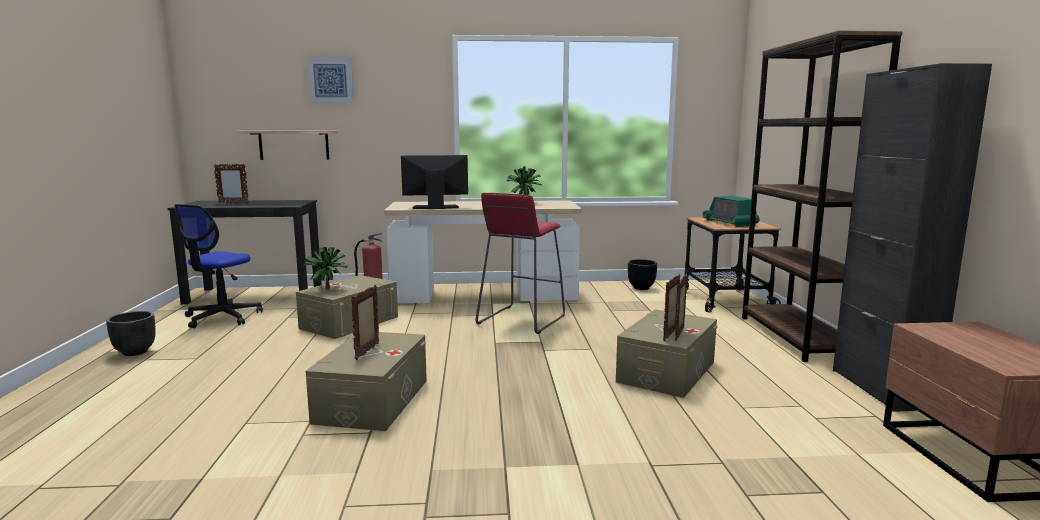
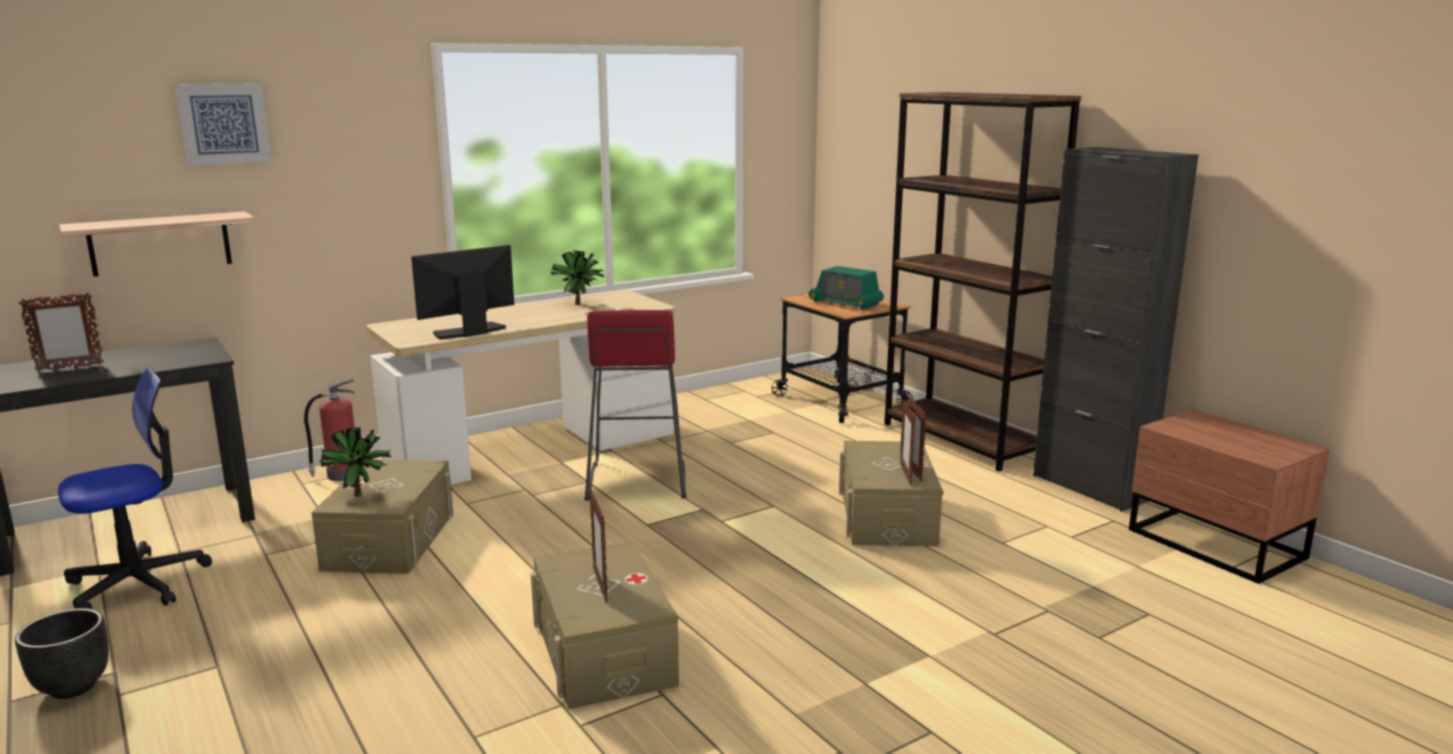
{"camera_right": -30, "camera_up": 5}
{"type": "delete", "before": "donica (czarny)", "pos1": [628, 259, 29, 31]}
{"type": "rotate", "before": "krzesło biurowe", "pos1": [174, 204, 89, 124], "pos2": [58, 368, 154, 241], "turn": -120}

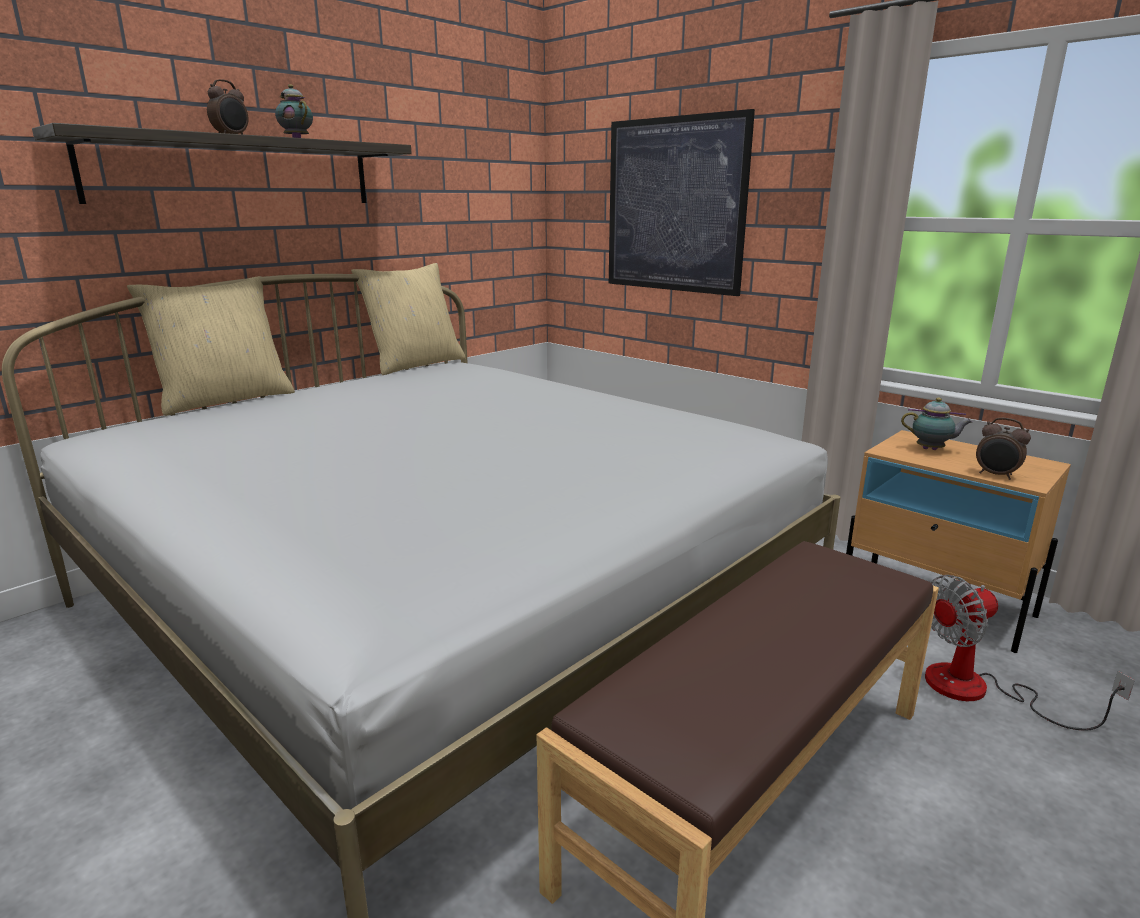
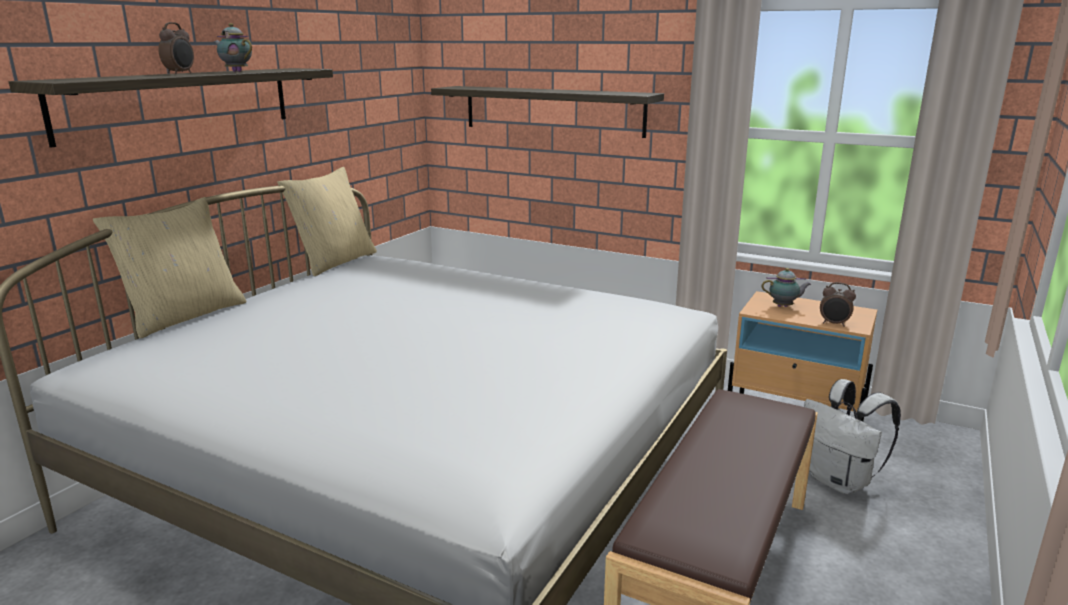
{"camera_right": -15, "camera_up": 0}
{"type": "replace", "before": "obraz", "after": "półka", "pos1": [609, 109, 146, 187], "pos2": [431, 86, 233, 52]}
{"type": "replace", "before": "wentylator", "after": "plecak (biały)", "pos1": [925, 575, 210, 156], "pos2": [804, 379, 97, 115]}

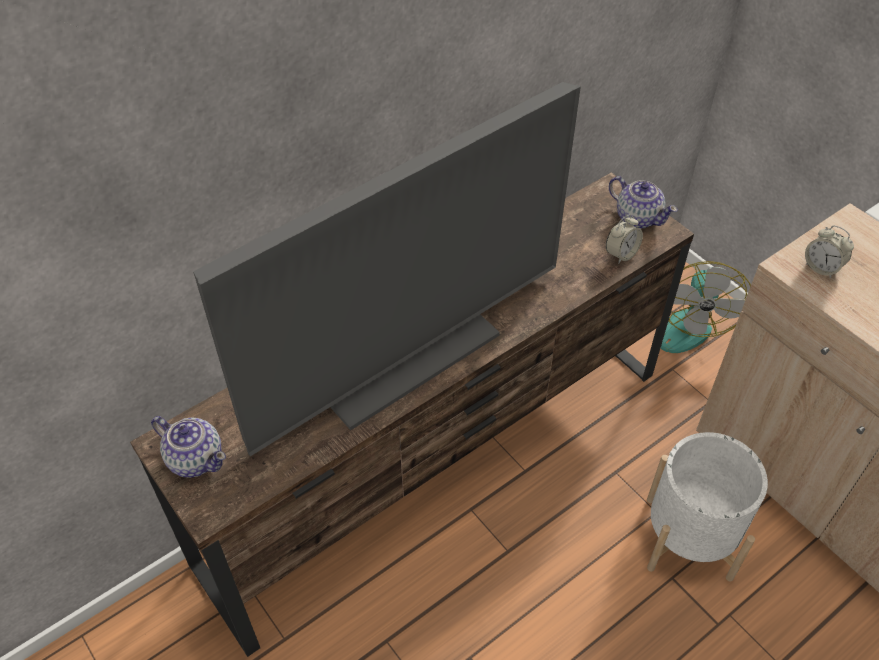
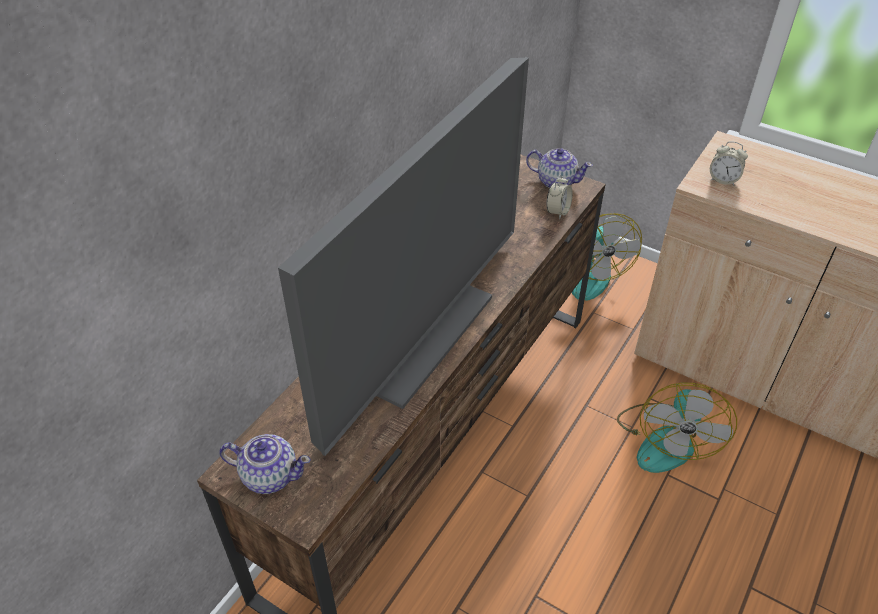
{"camera_right": -20, "camera_up": -5}
{"type": "replace", "before": "donica (biały)", "after": "wentylator", "pos1": [647, 432, 121, 150], "pos2": [617, 383, 120, 90]}

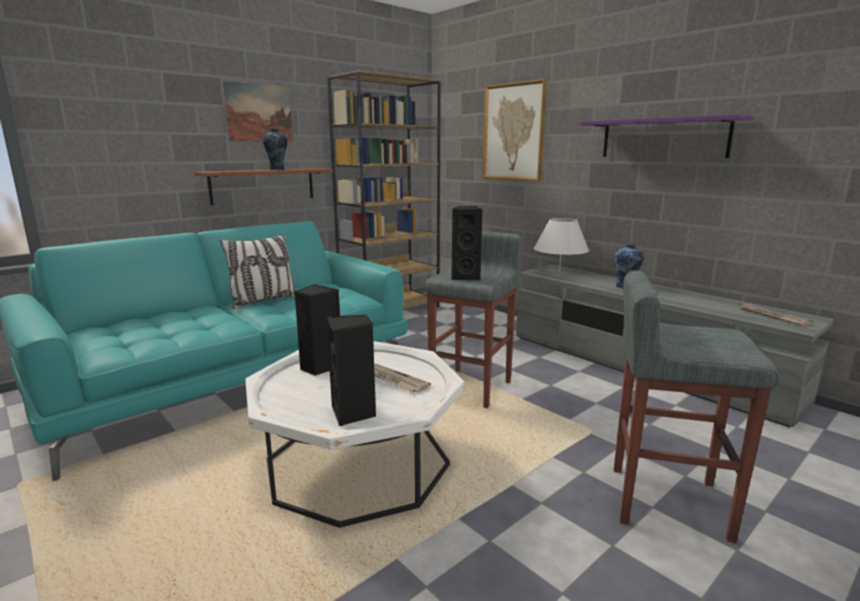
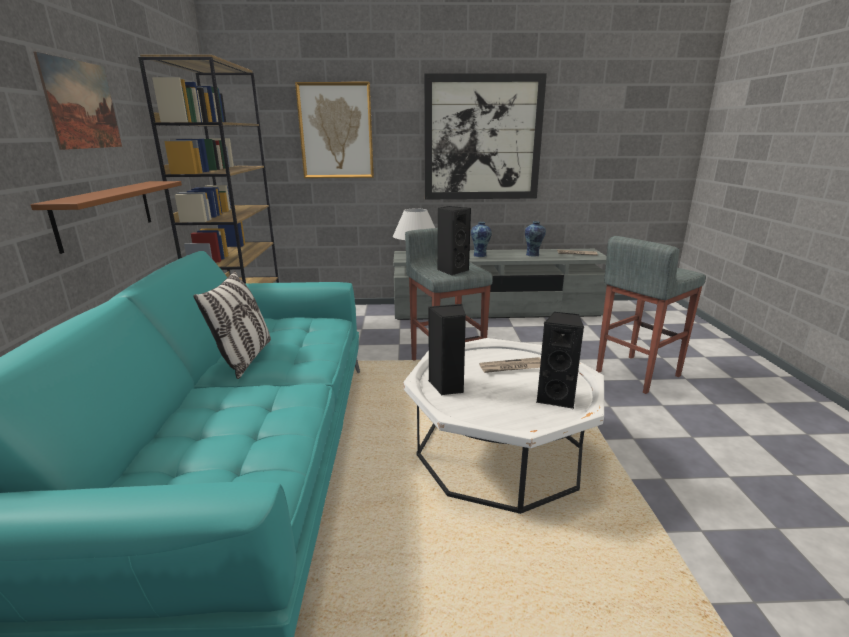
{"camera_right": -50, "camera_up": 5}
{"type": "move", "before": "wazon", "pos1": [262, 129, 25, 41], "pos2": [525, 221, 21, 36]}
{"type": "replace", "before": "półka (fioletowy)", "after": "obraz", "pos1": [580, 114, 172, 44], "pos2": [424, 73, 123, 127]}

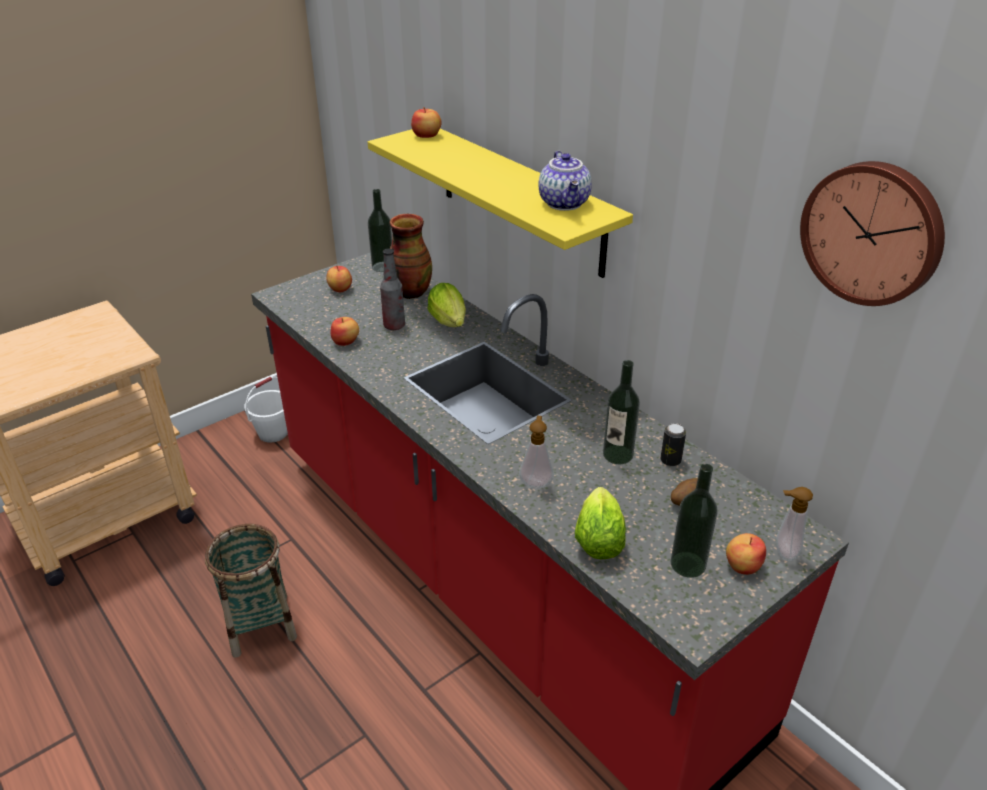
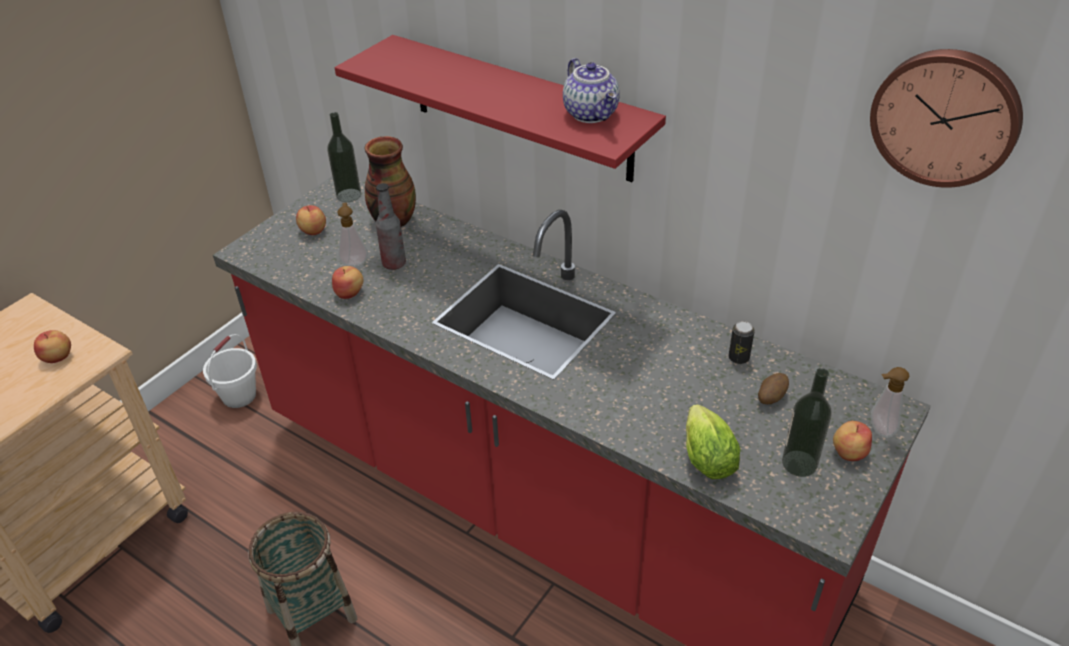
{"camera_right": -15, "camera_up": 5}
{"type": "delete", "before": "sałata", "pos1": [428, 283, 38, 44]}
{"type": "delete", "before": "butelka", "pos1": [603, 360, 37, 104]}
{"type": "move", "before": "jabłko", "pos1": [411, 107, 31, 31], "pos2": [34, 330, 37, 33]}
{"type": "move", "before": "dozownik mydła", "pos1": [519, 416, 35, 72], "pos2": [337, 203, 31, 64]}
{"type": "recolor", "before": "półka (żółty)", "after": "półka (czerwony)", "pos1": [368, 129, 265, 149], "pos2": [335, 35, 331, 147]}

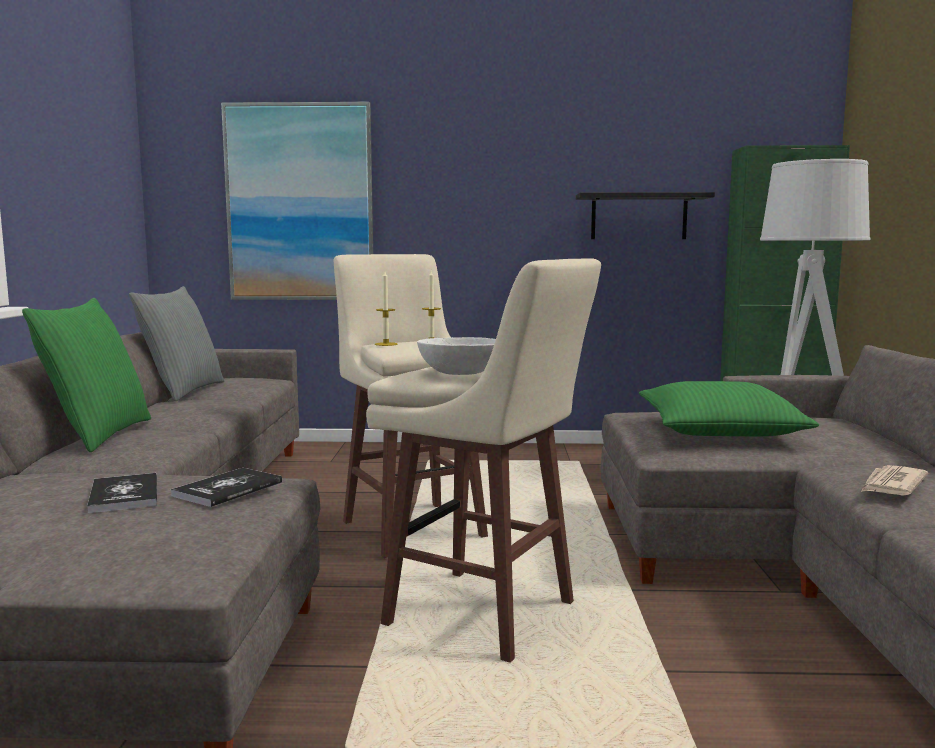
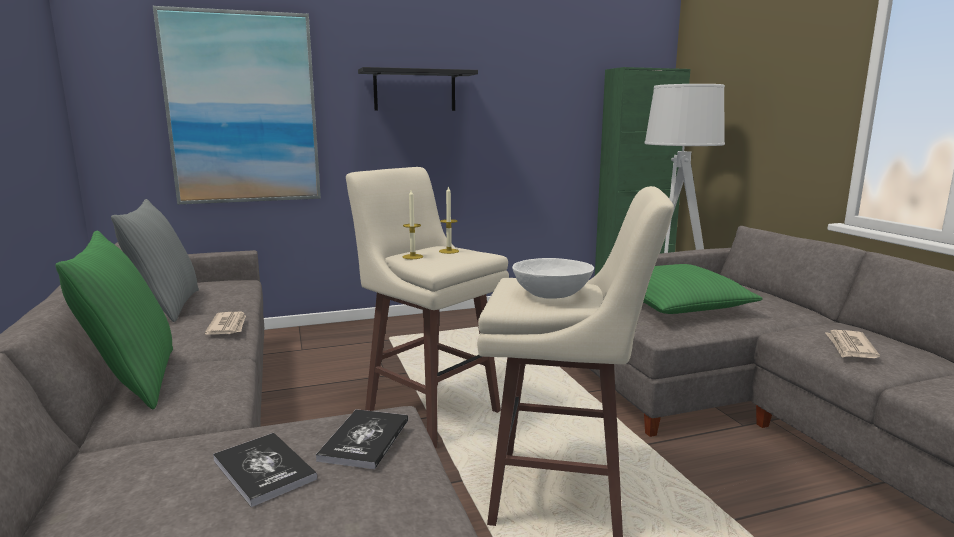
{"camera_right": -20, "camera_up": 5}
{"type": "insert", "after": "gazeta", "pos2": [205, 312, 41, 23]}
{"type": "move", "before": "półka (czarny)", "pos1": [576, 192, 139, 47], "pos2": [358, 67, 120, 44]}

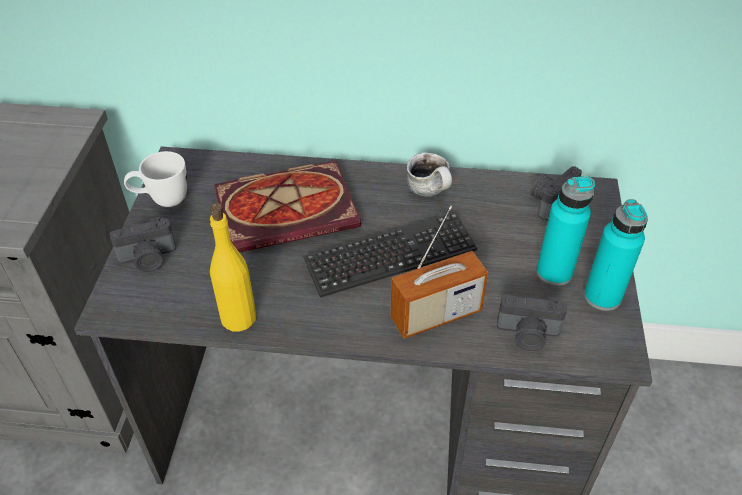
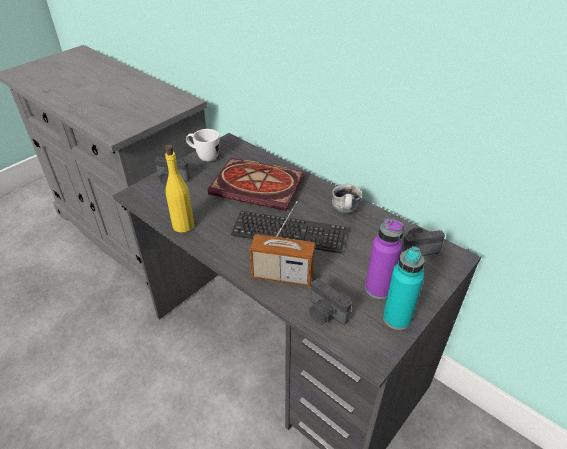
{"camera_right": 35, "camera_up": -5}
{"type": "recolor", "before": "butelka (turkusowy)", "after": "butelka (fioletowy)", "pos1": [536, 177, 59, 109], "pos2": [365, 218, 39, 81]}

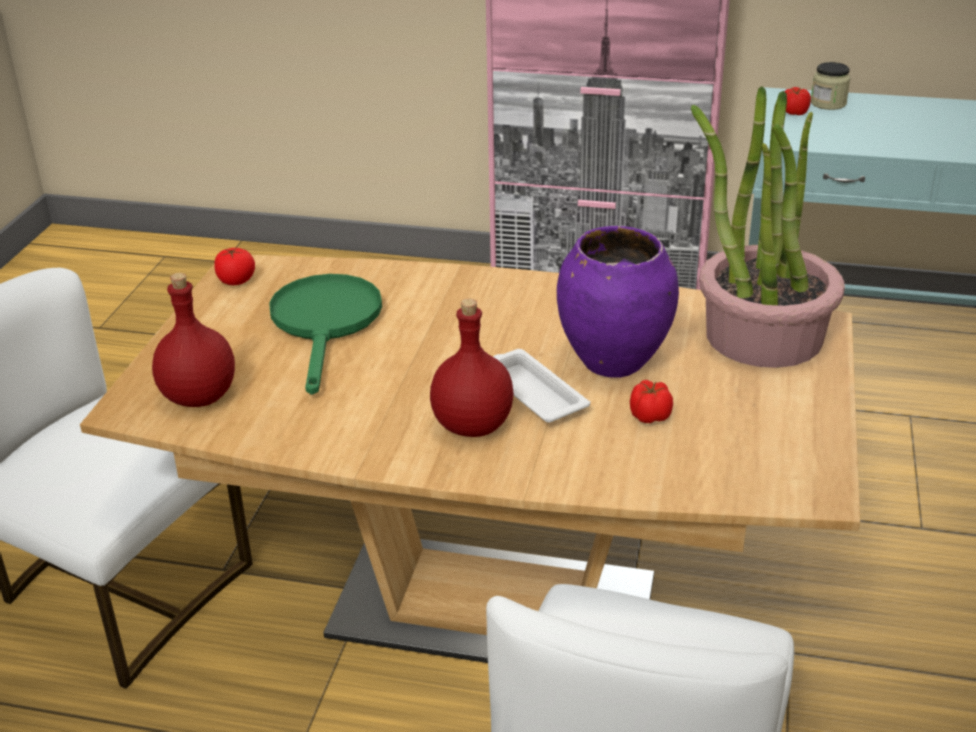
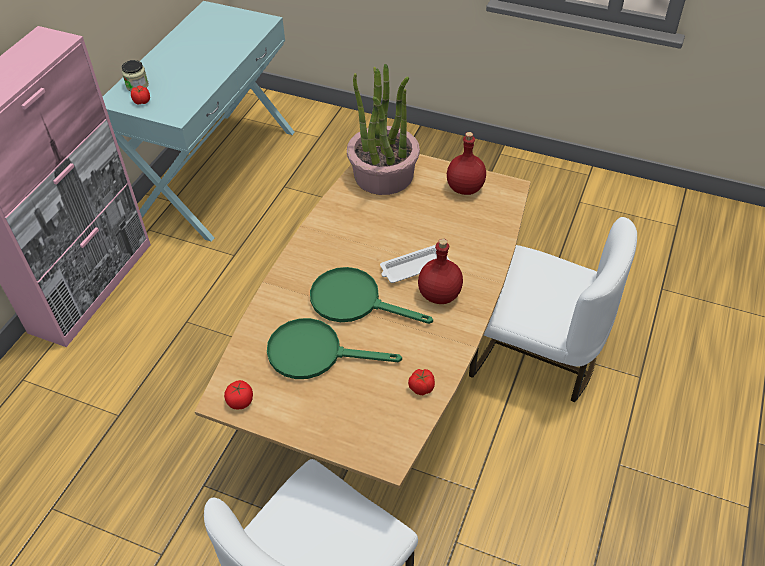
{"camera_right": -80, "camera_up": 15}
{"type": "delete", "before": "wazon (fioletowy)", "pos1": [557, 226, 122, 152]}
{"type": "insert", "after": "patelnia (zielony)", "pos2": [310, 267, 123, 57]}
{"type": "move", "before": "butelka (czerwony)", "pos1": [152, 273, 83, 134], "pos2": [447, 132, 39, 63]}
{"type": "move", "before": "pomidor", "pos1": [630, 380, 43, 43], "pos2": [408, 369, 27, 26]}

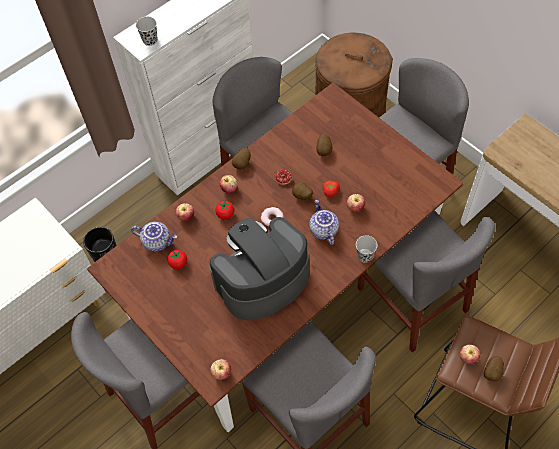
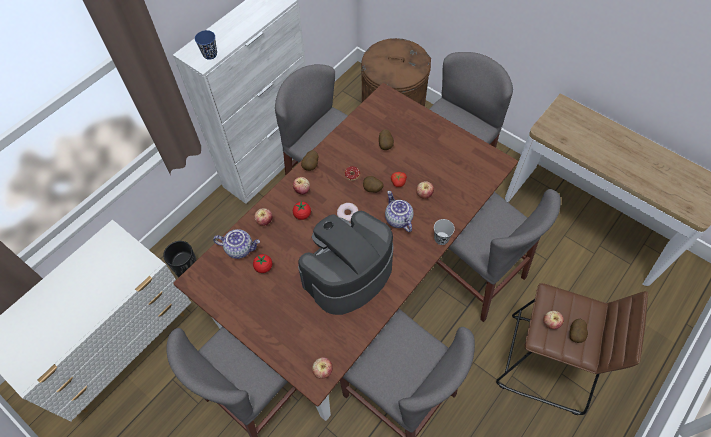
{"camera_right": -10, "camera_up": 0}
{"type": "recolor", "before": "filiżanka (czarny)", "after": "filiżanka (niebieski)", "pos1": [136, 17, 22, 29], "pos2": [195, 30, 22, 30]}

